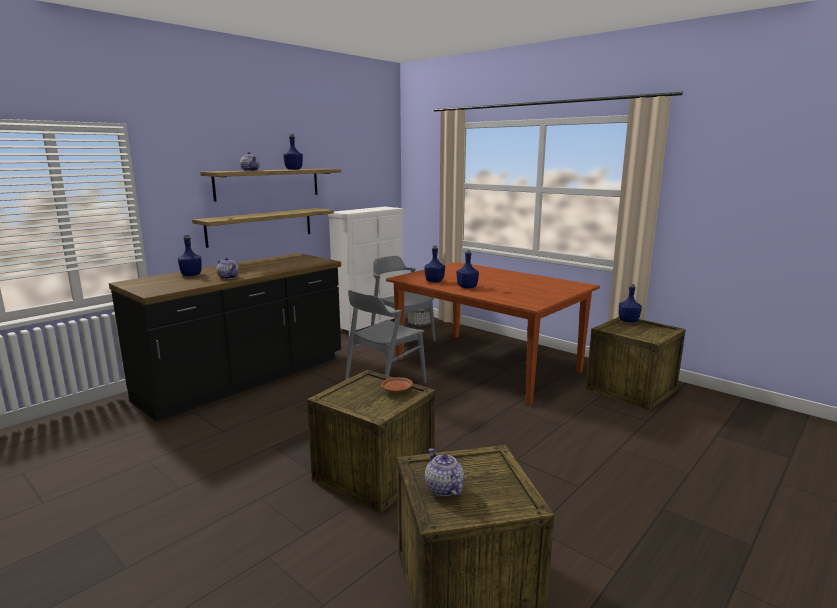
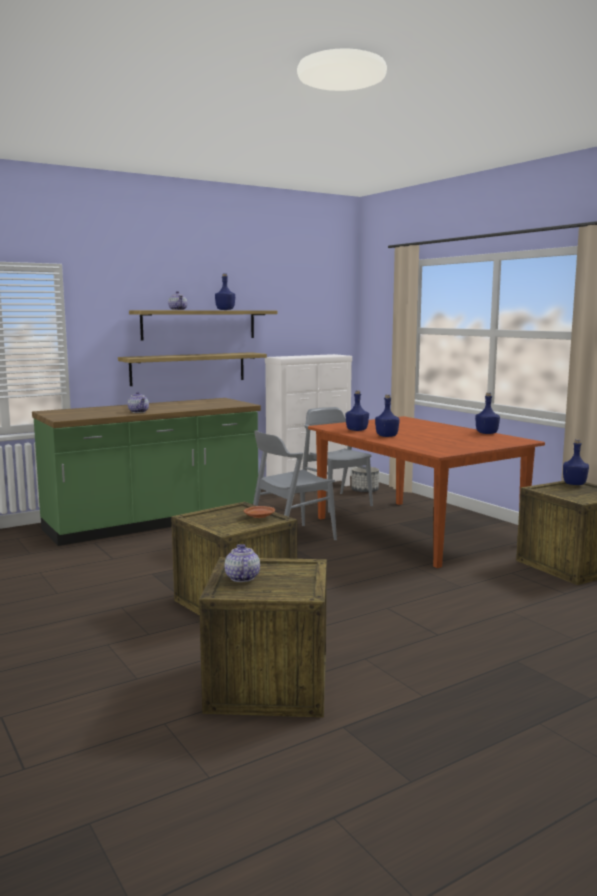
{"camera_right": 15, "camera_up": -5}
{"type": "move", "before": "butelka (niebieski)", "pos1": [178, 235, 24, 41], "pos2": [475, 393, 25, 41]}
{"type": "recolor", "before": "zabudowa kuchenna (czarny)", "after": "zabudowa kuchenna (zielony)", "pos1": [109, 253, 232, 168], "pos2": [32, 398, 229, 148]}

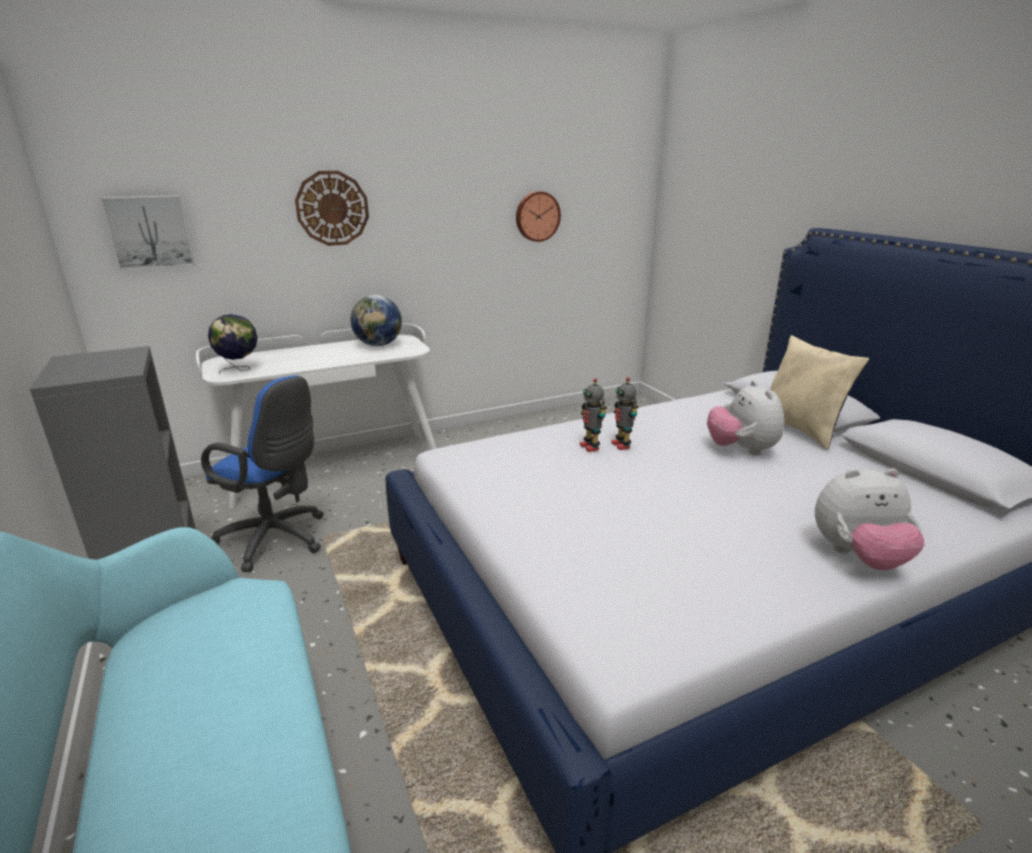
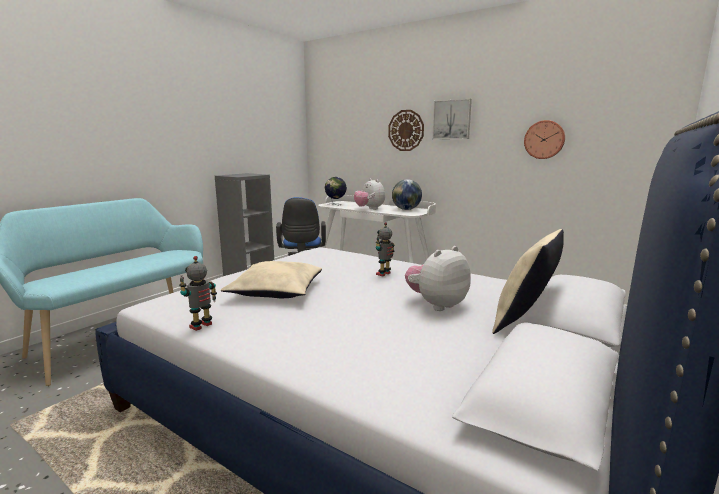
{"camera_right": 60, "camera_up": -10}
{"type": "insert", "after": "poduszka (beżowy)", "pos2": [221, 261, 101, 37]}
{"type": "move", "before": "obraz", "pos1": [100, 195, 95, 76], "pos2": [432, 99, 40, 40]}
{"type": "move", "before": "robot zabawkowy", "pos1": [580, 378, 27, 74], "pos2": [179, 256, 38, 75]}
{"type": "move", "before": "pluszak", "pos1": [815, 469, 109, 101], "pos2": [354, 179, 31, 31]}

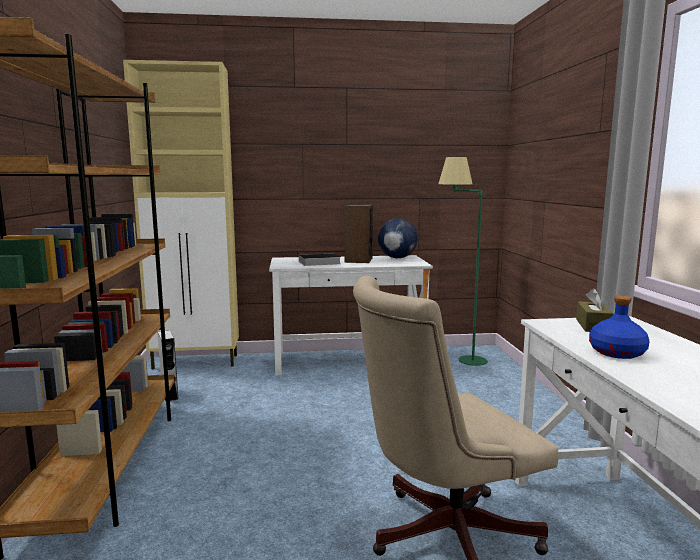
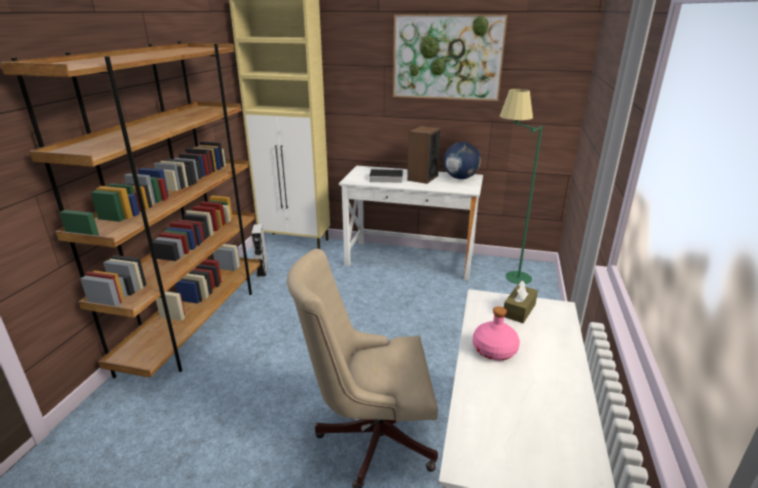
{"camera_right": 20, "camera_up": 15}
{"type": "insert", "after": "obraz", "pos2": [393, 14, 114, 87]}
{"type": "recolor", "before": "butelka (niebieski)", "after": "butelka (różowy)", "pos1": [589, 295, 61, 64], "pos2": [473, 306, 47, 55]}

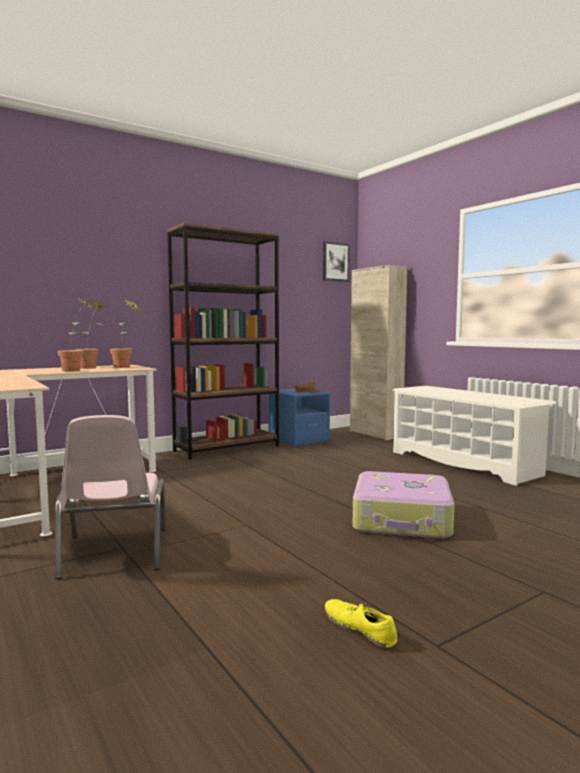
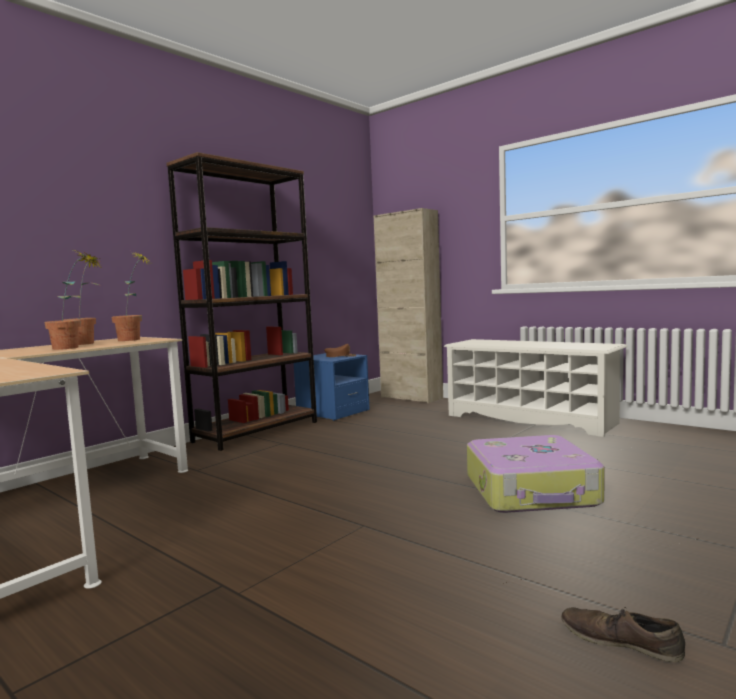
{"camera_right": -15, "camera_up": 0}
{"type": "delete", "before": "krzesło (różowy)", "pos1": [55, 415, 111, 164]}
{"type": "delete", "before": "obraz", "pos1": [323, 241, 27, 41]}
{"type": "recolor", "before": "but (żółty)", "after": "but (brązowy)", "pos1": [324, 599, 73, 49], "pos2": [561, 607, 124, 55]}

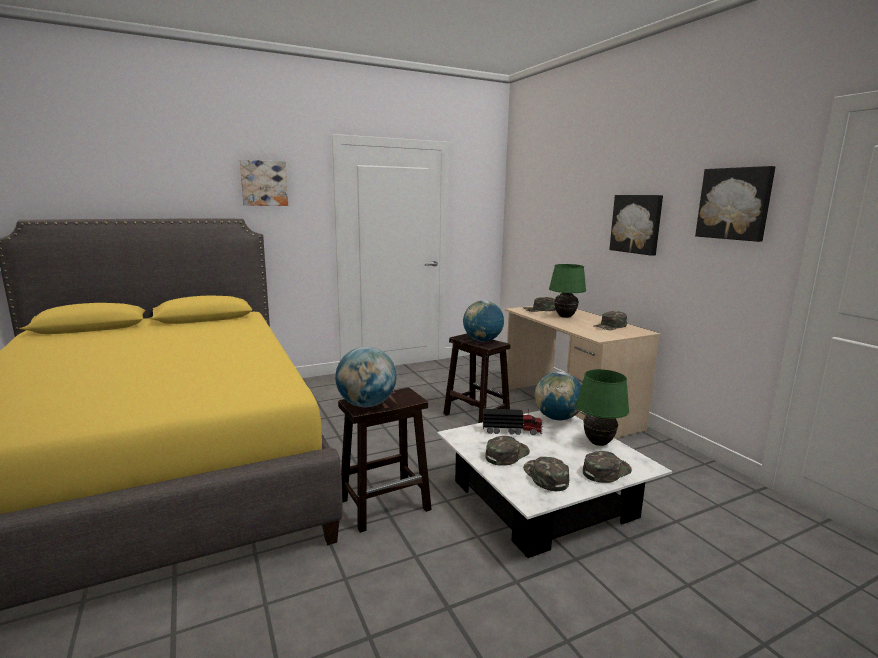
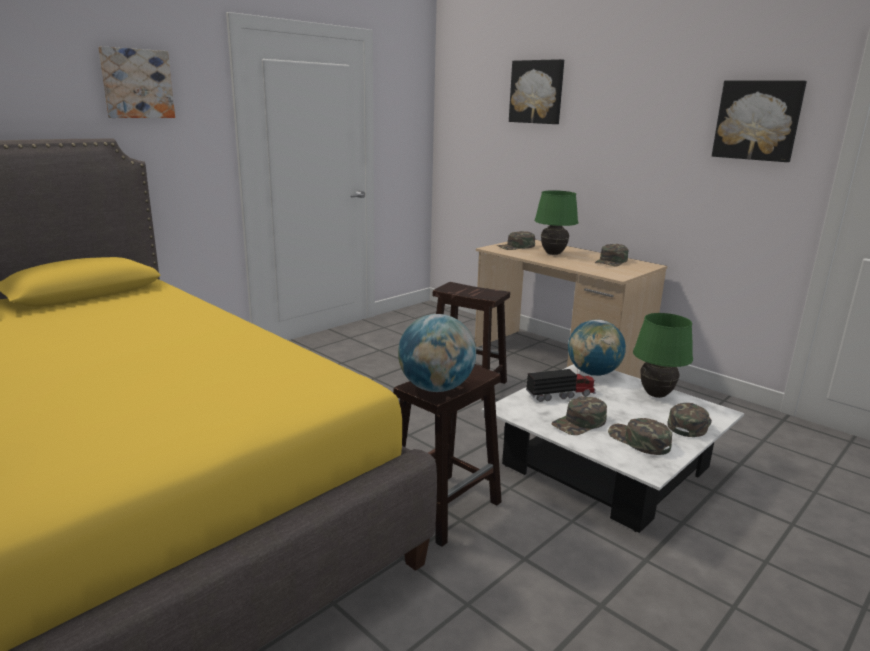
{"camera_right": -20, "camera_up": 5}
{"type": "delete", "before": "globus", "pos1": [463, 300, 41, 42]}
{"type": "move", "before": "obraz", "pos1": [609, 195, 54, 61], "pos2": [509, 59, 55, 65]}
{"type": "rotate", "before": "czapka z daszkiem (zielony)", "pos1": [485, 436, 45, 30], "pos2": [551, 396, 56, 39], "turn": -150}

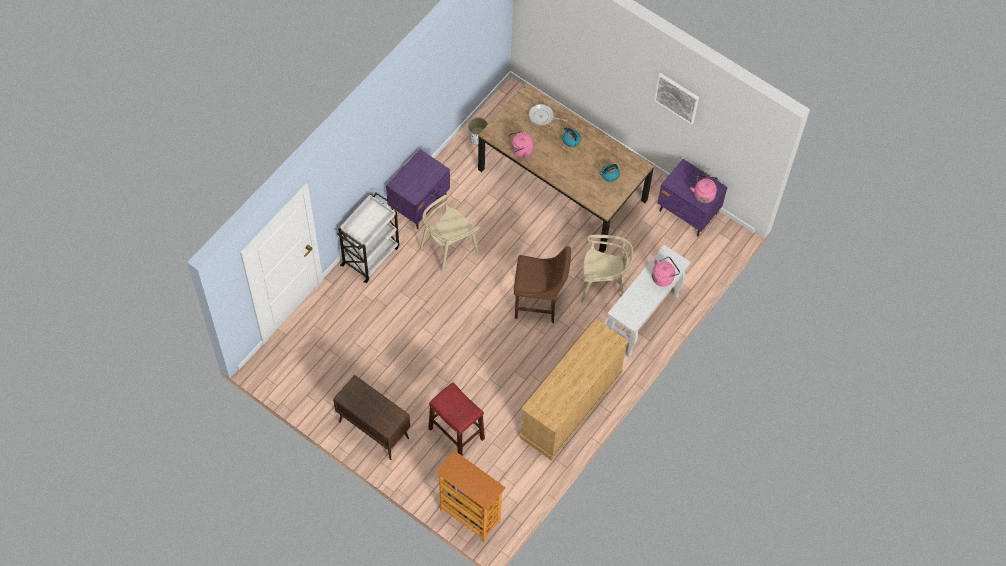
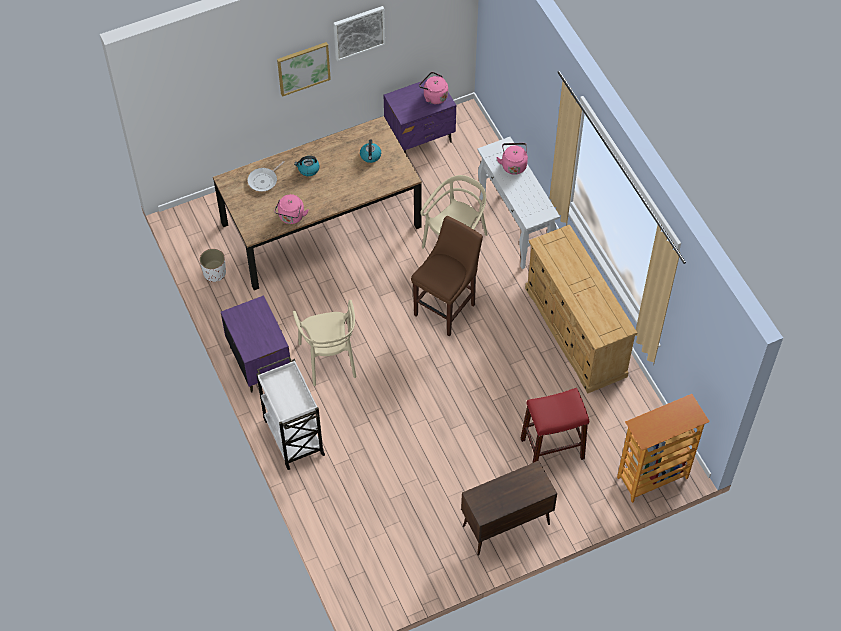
{"camera_right": -60, "camera_up": -5}
{"type": "insert", "after": "obraz", "pos2": [277, 42, 54, 55]}

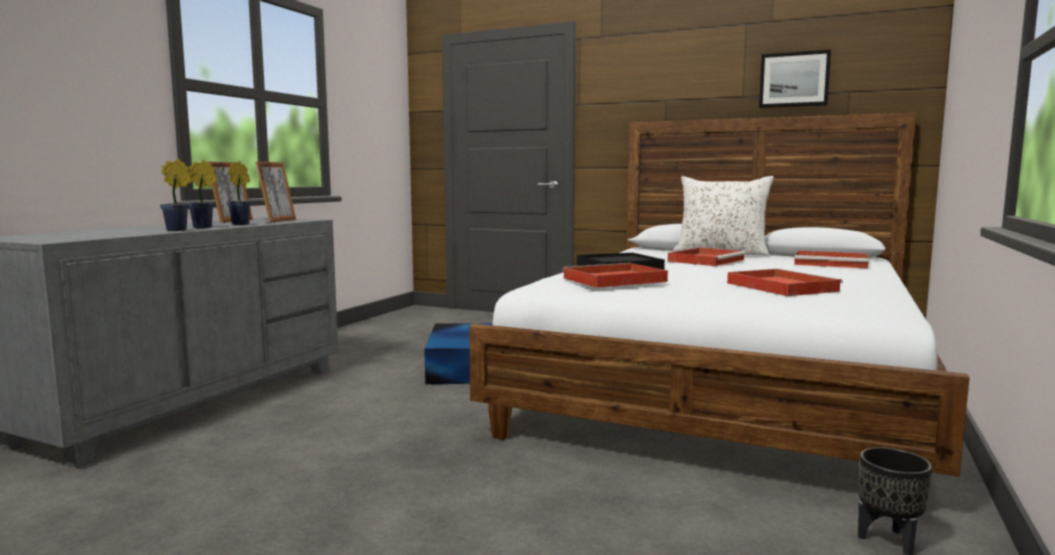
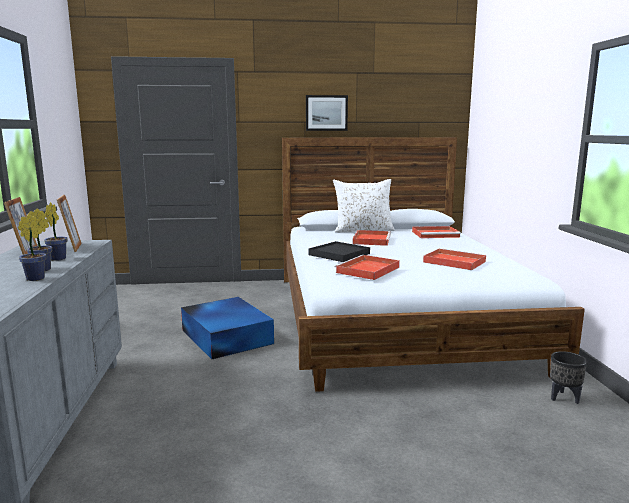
{"camera_right": -30, "camera_up": 5}
{"type": "move", "before": "obraz", "pos1": [759, 50, 72, 58], "pos2": [306, 95, 42, 36]}

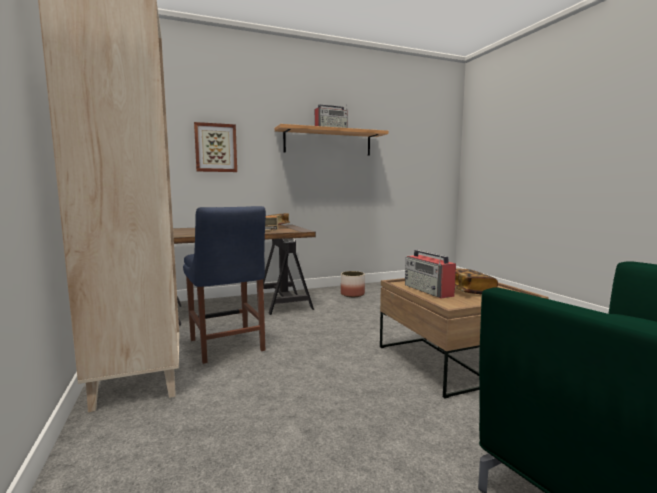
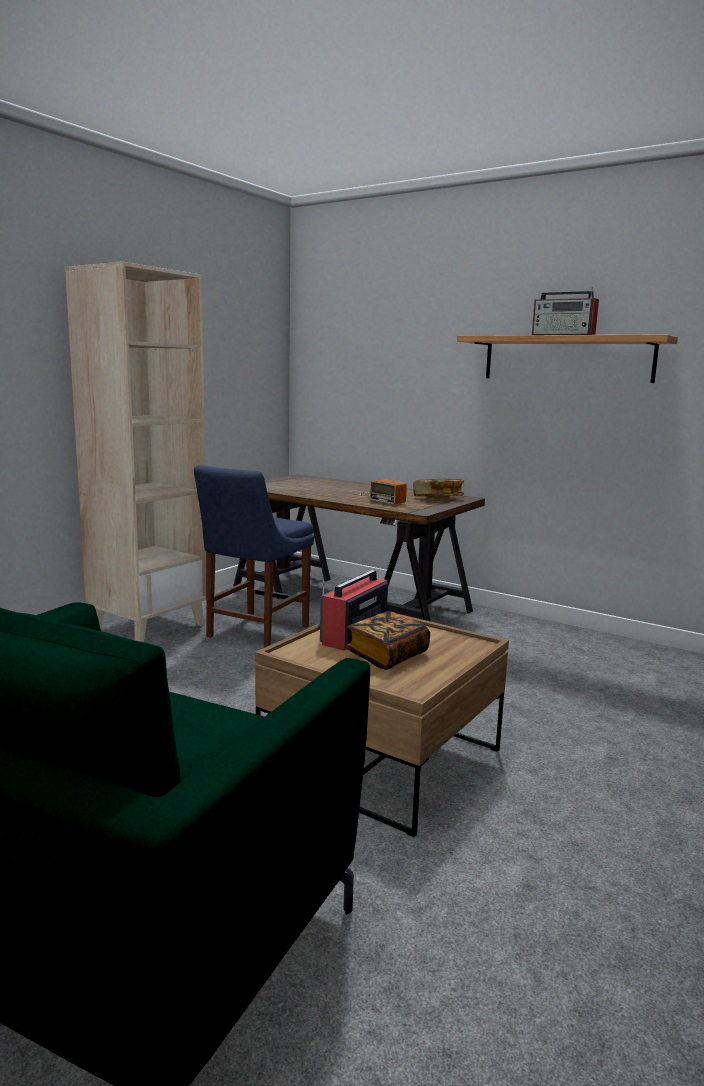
{"camera_right": 55, "camera_up": 5}
{"type": "delete", "before": "obraz", "pos1": [194, 122, 43, 50]}
{"type": "delete", "before": "donica", "pos1": [341, 271, 24, 26]}

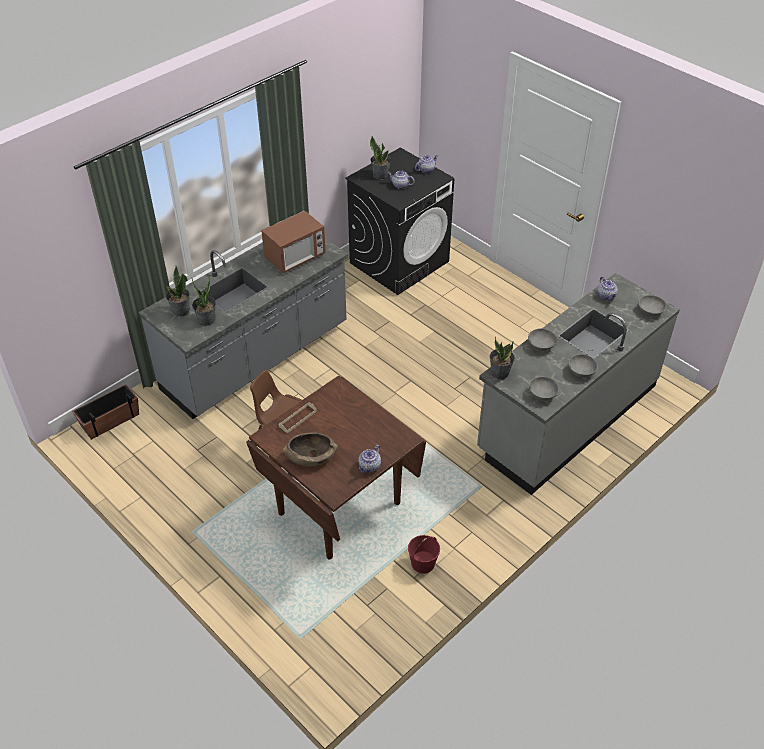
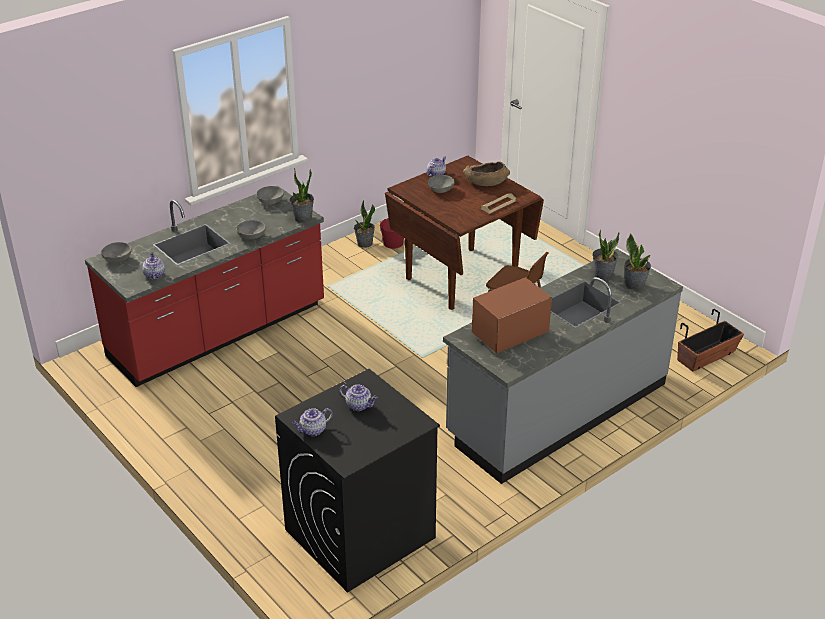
{"camera_right": -175, "camera_up": -10}
{"type": "move", "before": "roślina doniczkowa", "pos1": [370, 136, 21, 44], "pos2": [354, 200, 21, 48]}
{"type": "move", "before": "miska (szary)", "pos1": [568, 354, 30, 23], "pos2": [428, 175, 27, 18]}
{"type": "recolor", "before": "zabudowa kuchenna (szary)", "after": "zabudowa kuchenna (czerwony)", "pos1": [477, 273, 203, 222], "pos2": [85, 186, 239, 201]}

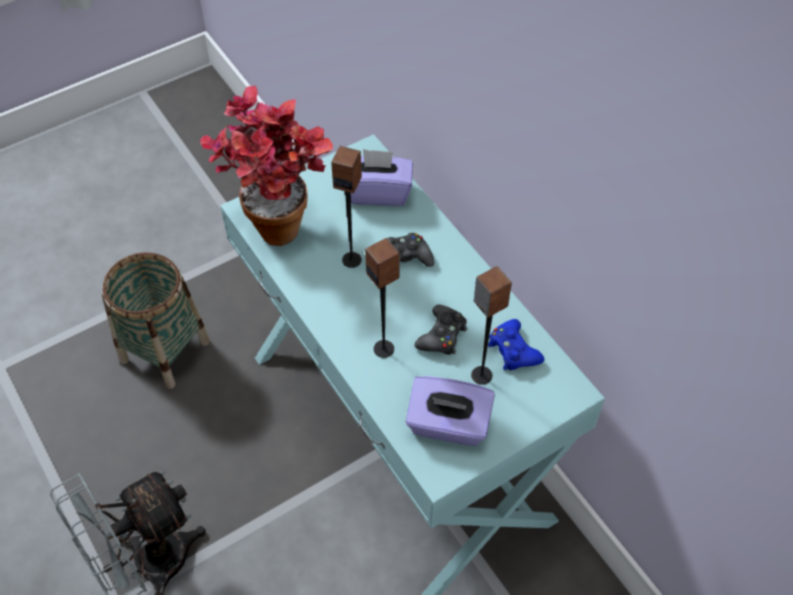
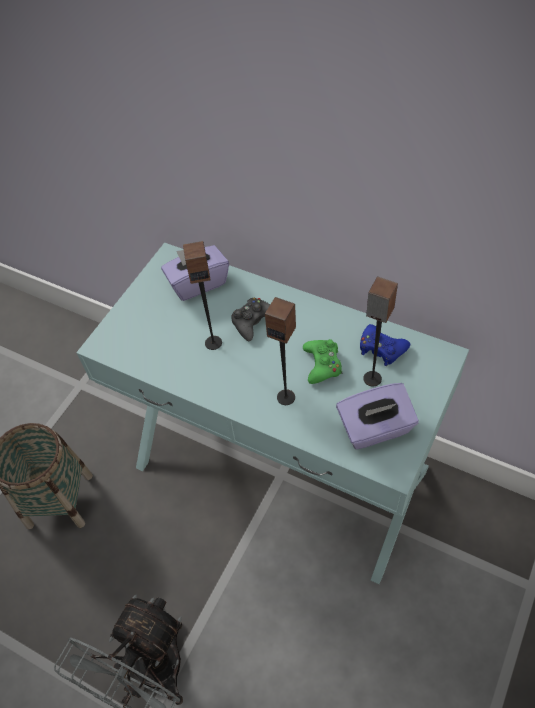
{"camera_right": -25, "camera_up": 0}
{"type": "delete", "before": "roślina doniczkowa", "pos1": [200, 85, 133, 161]}
{"type": "recolor", "before": "pad do gier (czarny)", "after": "pad do gier (zielony)", "pos1": [414, 305, 53, 50], "pos2": [303, 339, 39, 45]}

